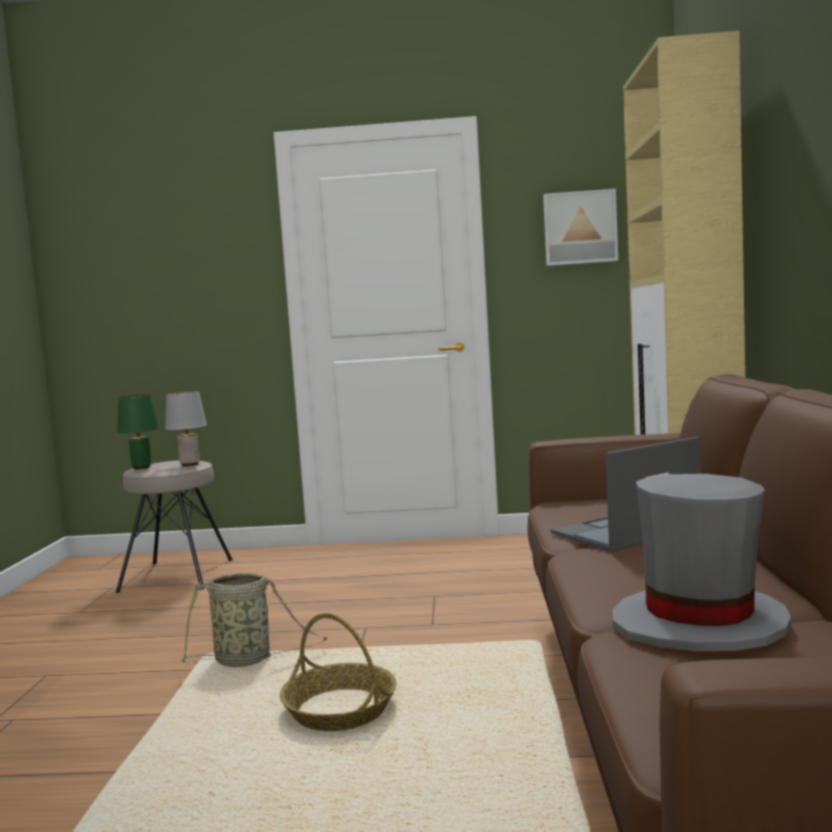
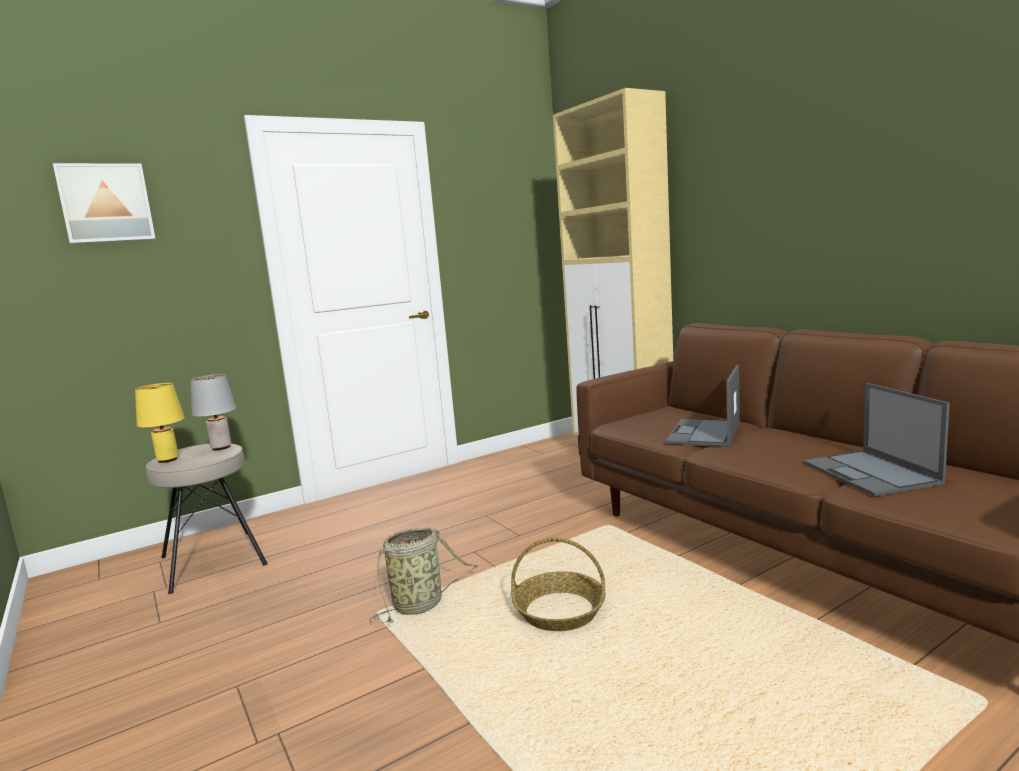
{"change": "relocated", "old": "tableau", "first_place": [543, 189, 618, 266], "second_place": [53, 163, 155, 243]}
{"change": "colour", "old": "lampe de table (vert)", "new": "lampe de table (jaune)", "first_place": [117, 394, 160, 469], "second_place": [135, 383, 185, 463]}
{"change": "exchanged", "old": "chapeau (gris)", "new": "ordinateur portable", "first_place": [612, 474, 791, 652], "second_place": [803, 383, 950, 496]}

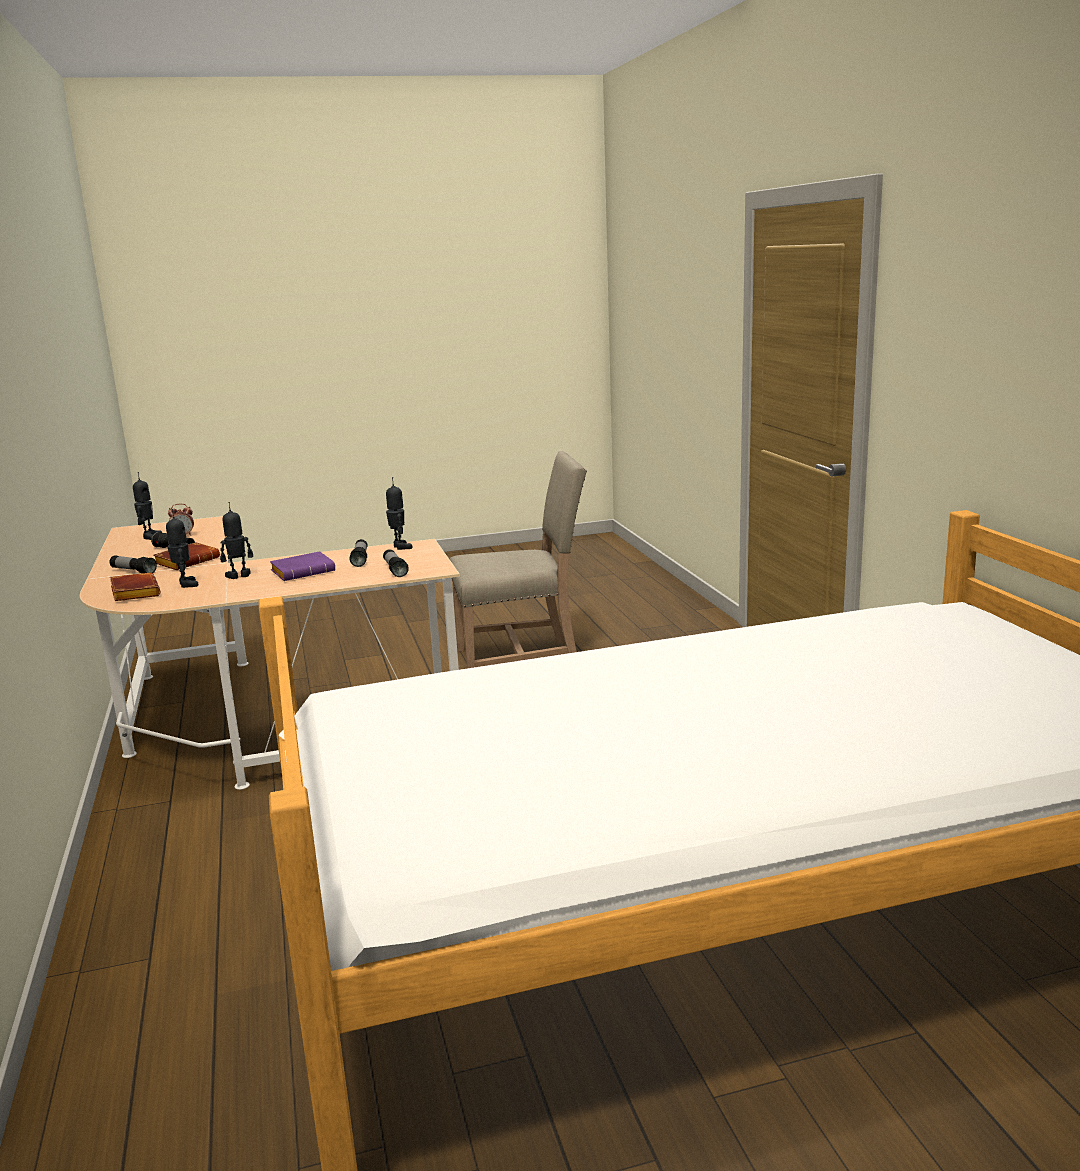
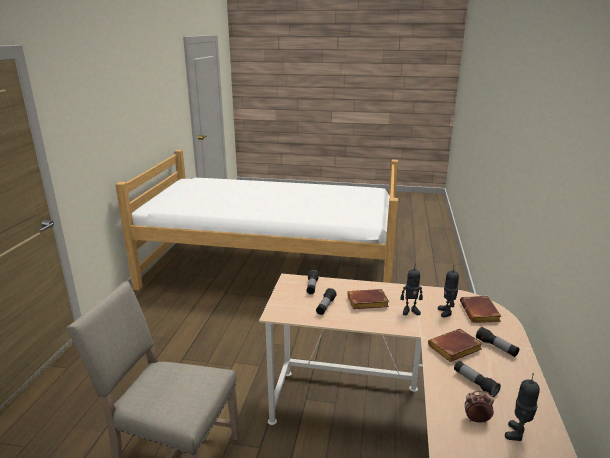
{"change": "colour", "old": "livre (violet)", "new": "livre (marron)", "first_place": [270, 551, 335, 581], "second_place": [347, 289, 389, 309]}
{"change": "missing", "old": "robot jouet", "first_place": [386, 477, 412, 550]}

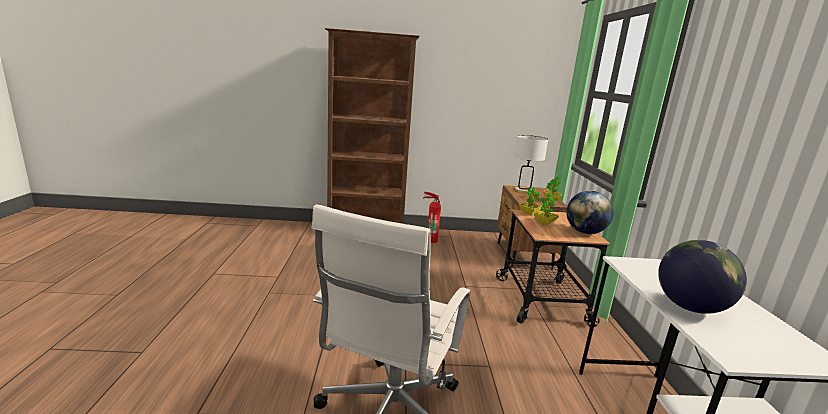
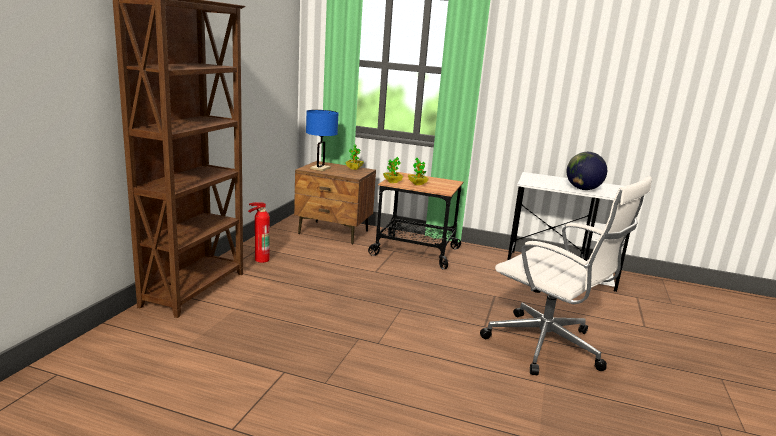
{"change": "colour", "old": "lampe de table (blanc)", "new": "lampe de table (bleu)", "first_place": [514, 135, 548, 193], "second_place": [306, 110, 338, 171]}
{"change": "missing", "old": "globe", "first_place": [566, 191, 614, 234]}

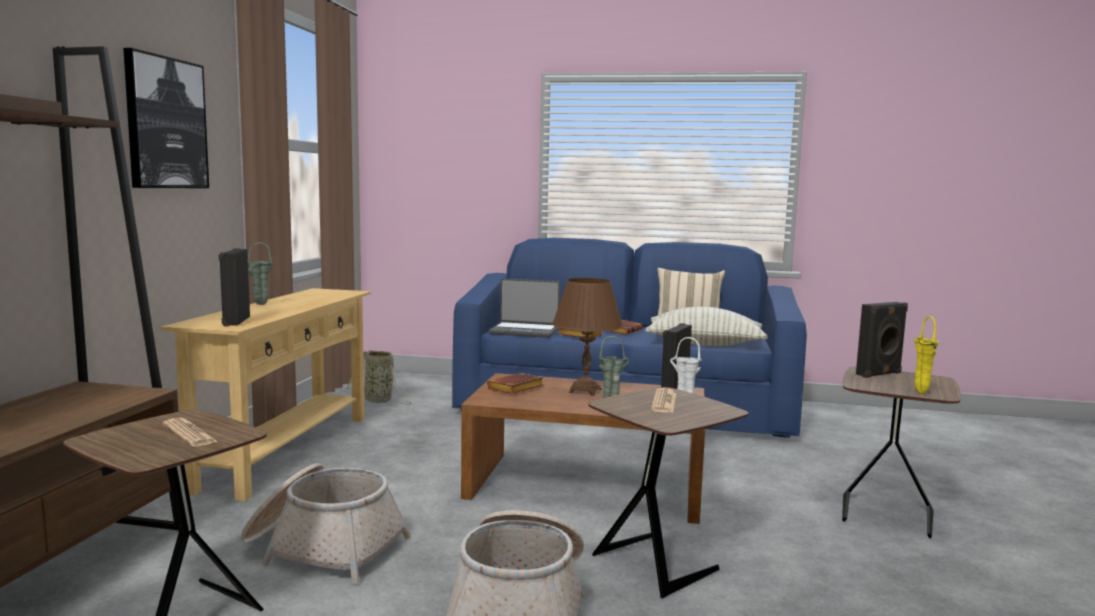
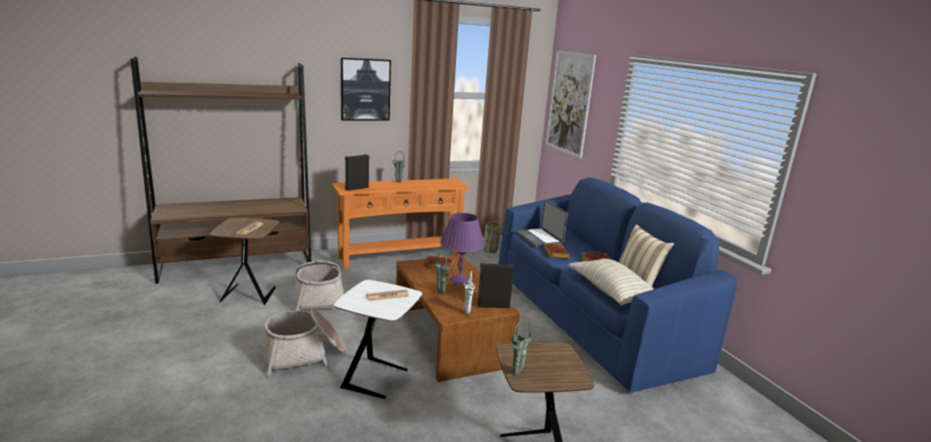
{"change": "colour", "old": "table console (beige)", "new": "table console (orange)", "first_place": [160, 288, 371, 501], "second_place": [332, 178, 470, 269]}
{"change": "colour", "old": "table d'appoint (marron)", "new": "table d'appoint (blanc)", "first_place": [588, 387, 748, 598], "second_place": [334, 280, 422, 399]}
{"change": "colour", "old": "lampe de table (marron)", "new": "lampe de table (violet)", "first_place": [552, 278, 623, 396], "second_place": [440, 213, 485, 286]}
{"change": "colour", "old": "vase (jaune)", "new": "vase (vert)", "first_place": [914, 316, 939, 394], "second_place": [511, 320, 534, 375]}
{"change": "appeared", "new": "tableau", "second_place": [546, 50, 596, 159]}
{"change": "missing", "old": "enceinte (noir)", "first_place": [856, 302, 908, 378]}

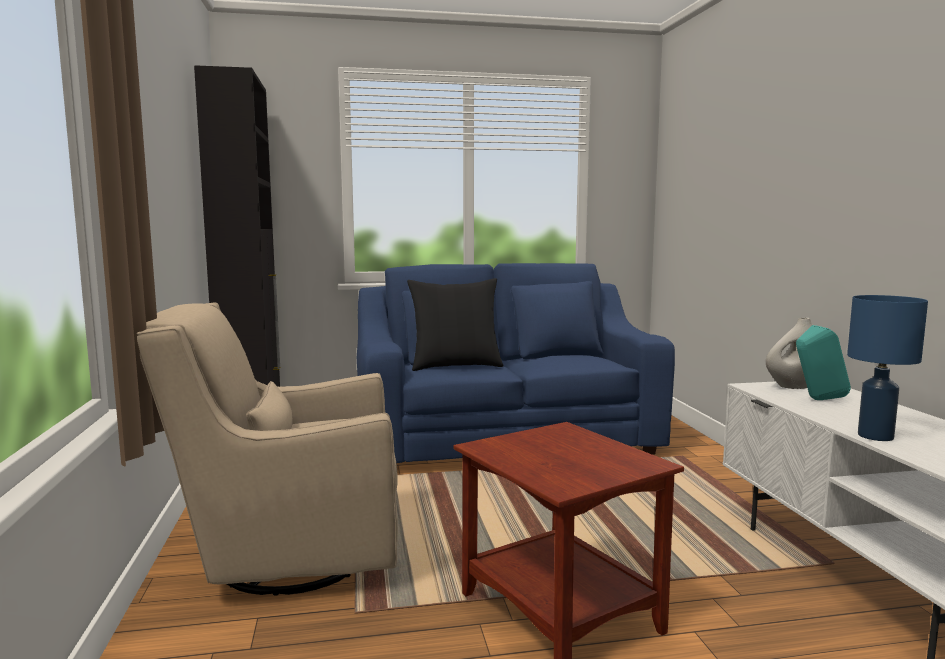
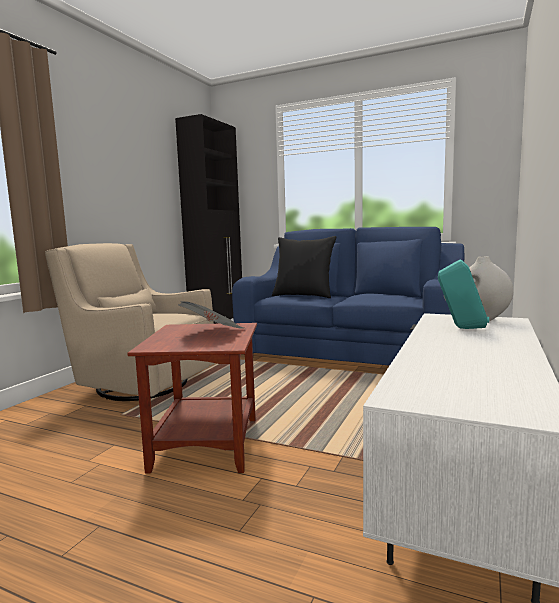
{"change": "appeared", "new": "journal", "second_place": [178, 301, 244, 329]}
{"change": "missing", "old": "lampe de table (bleu)", "first_place": [847, 295, 928, 441]}

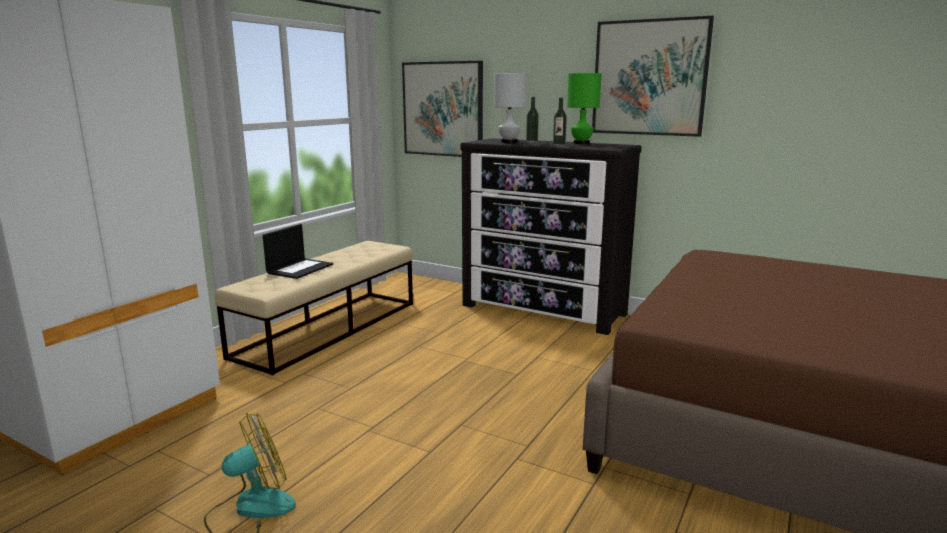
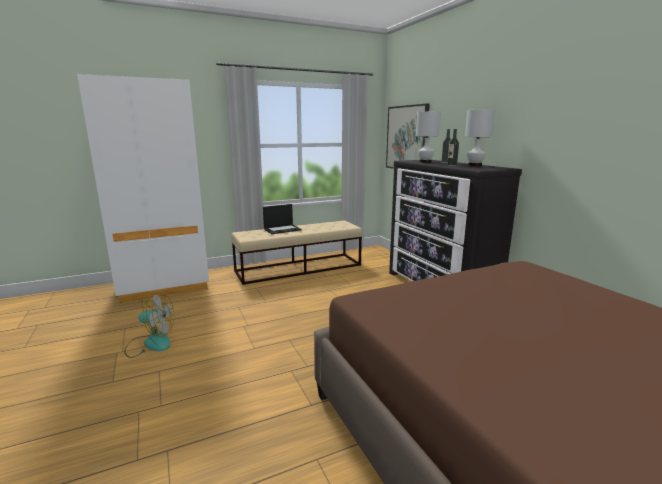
{"change": "colour", "old": "lampe de table (vert)", "new": "lampe de table (blanc)", "first_place": [567, 73, 602, 144], "second_place": [465, 109, 495, 166]}
{"change": "missing", "old": "tableau", "first_place": [592, 16, 714, 137]}

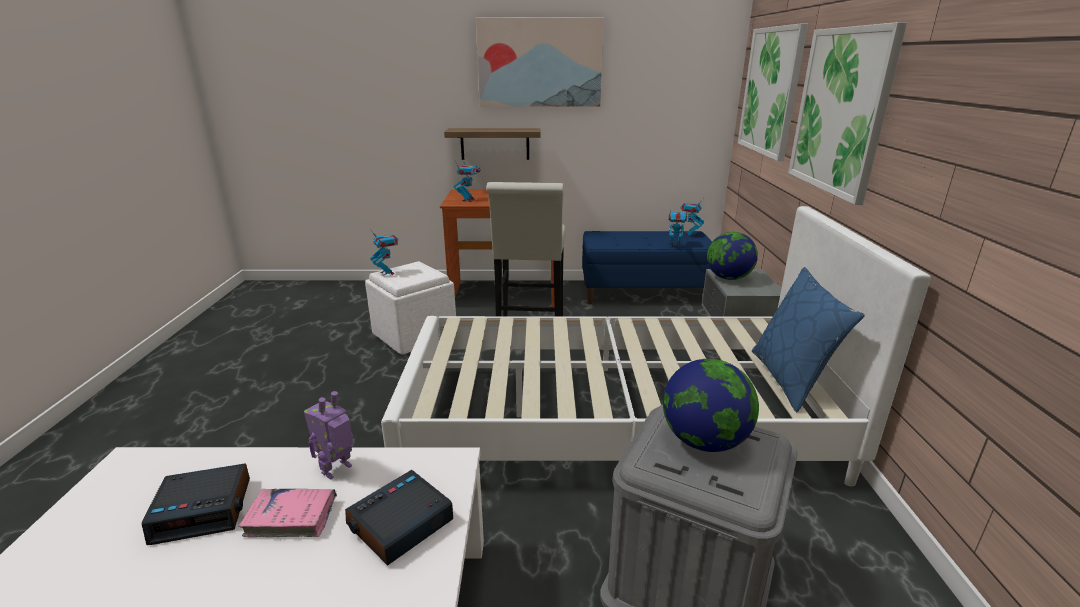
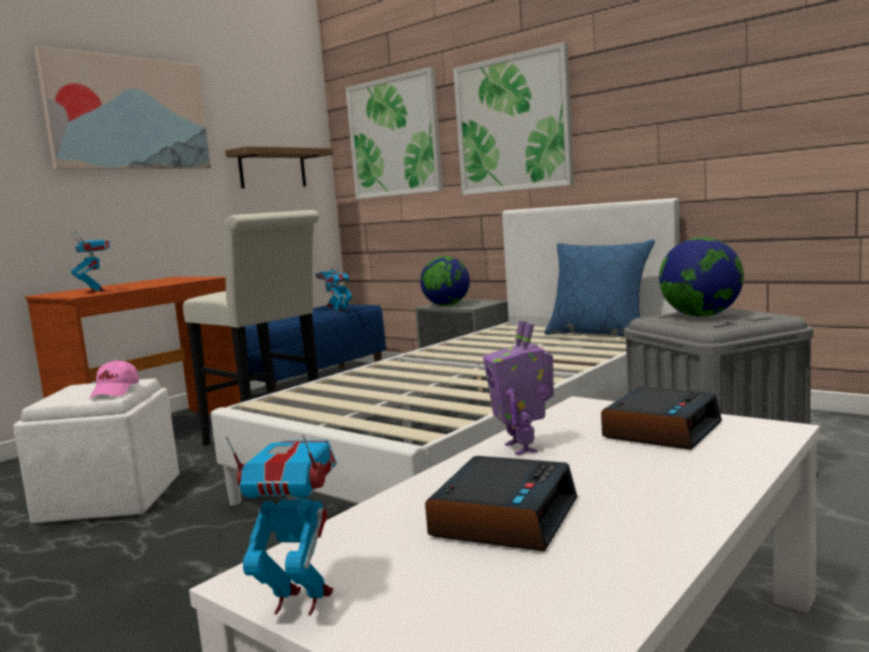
{"change": "appeared", "new": "casquette (rose)", "second_place": [90, 360, 139, 398]}
{"change": "relocated", "old": "étagère", "first_place": [444, 128, 541, 160], "second_place": [225, 146, 333, 189]}
{"change": "relocated", "old": "robot jouet", "first_place": [370, 229, 398, 275], "second_place": [225, 435, 337, 616]}
{"change": "spun", "old": "réveil", "first_place": [345, 470, 453, 566], "second_place": [601, 387, 722, 450], "degrees": -135}
{"change": "missing", "old": "livre (rose)", "first_place": [238, 489, 337, 537]}

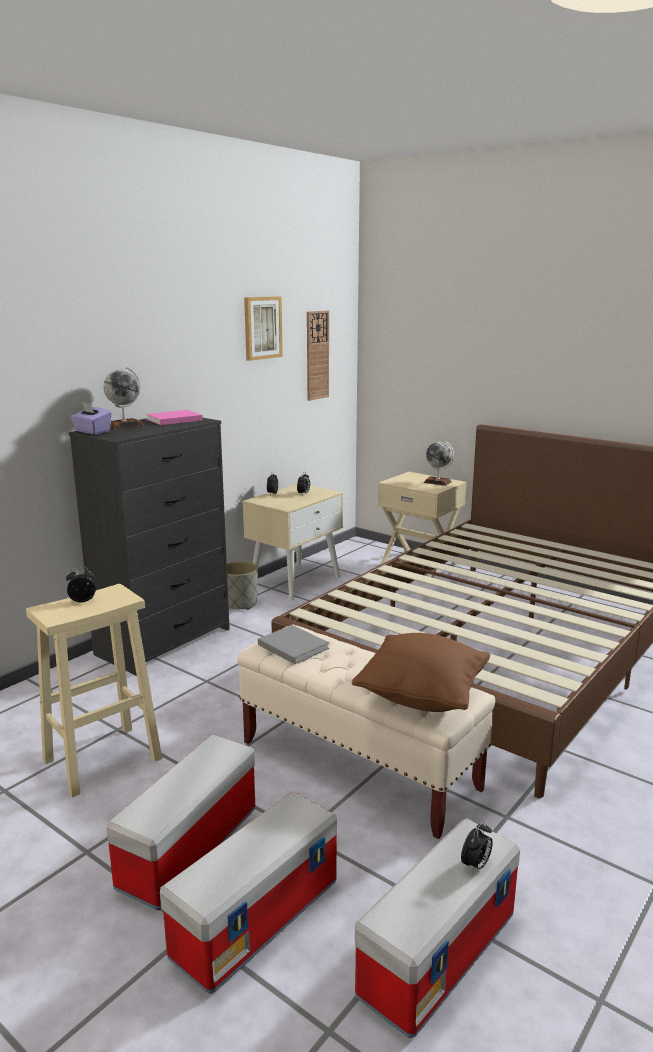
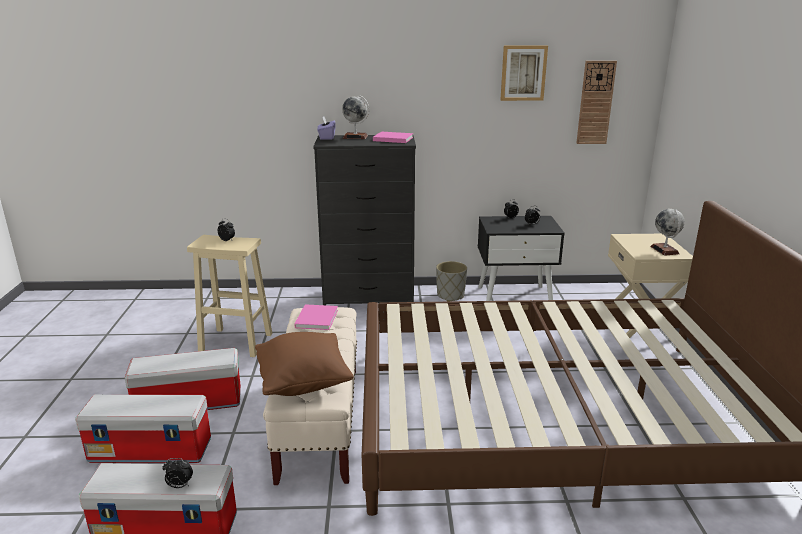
{"change": "colour", "old": "livre (gris)", "new": "livre (rose)", "first_place": [258, 625, 329, 664], "second_place": [294, 304, 338, 330]}
{"change": "colour", "old": "table de chevet (beige)", "new": "table de chevet (noir)", "first_place": [243, 484, 343, 601], "second_place": [478, 216, 565, 301]}

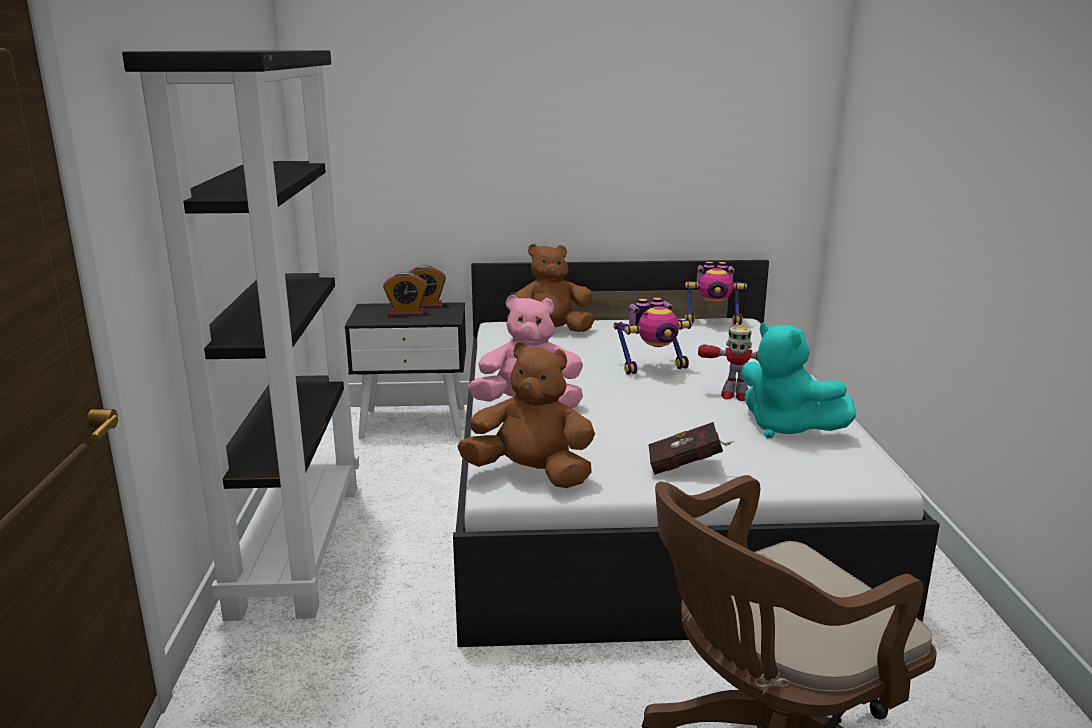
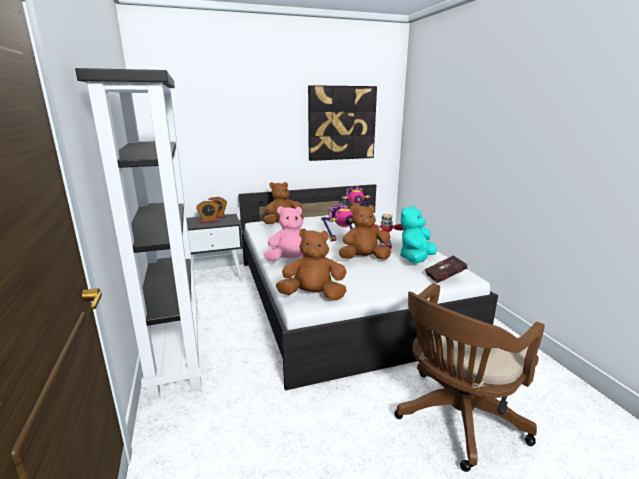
{"change": "appeared", "new": "tableau", "second_place": [308, 85, 377, 161]}
{"change": "appeared", "new": "peluche (marron)", "second_place": [339, 204, 391, 260]}
{"change": "spun", "old": "peluche (turquoise)", "first_place": [741, 322, 856, 438], "second_place": [400, 205, 437, 263], "degrees": 90}
{"change": "relocated", "old": "livre (rouge)", "first_place": [648, 422, 734, 475], "second_place": [425, 255, 469, 283]}

